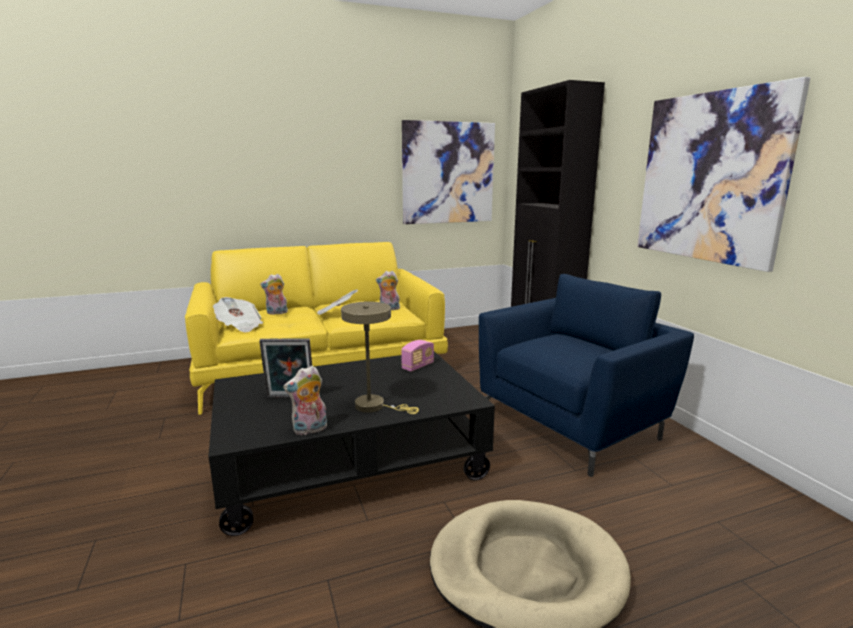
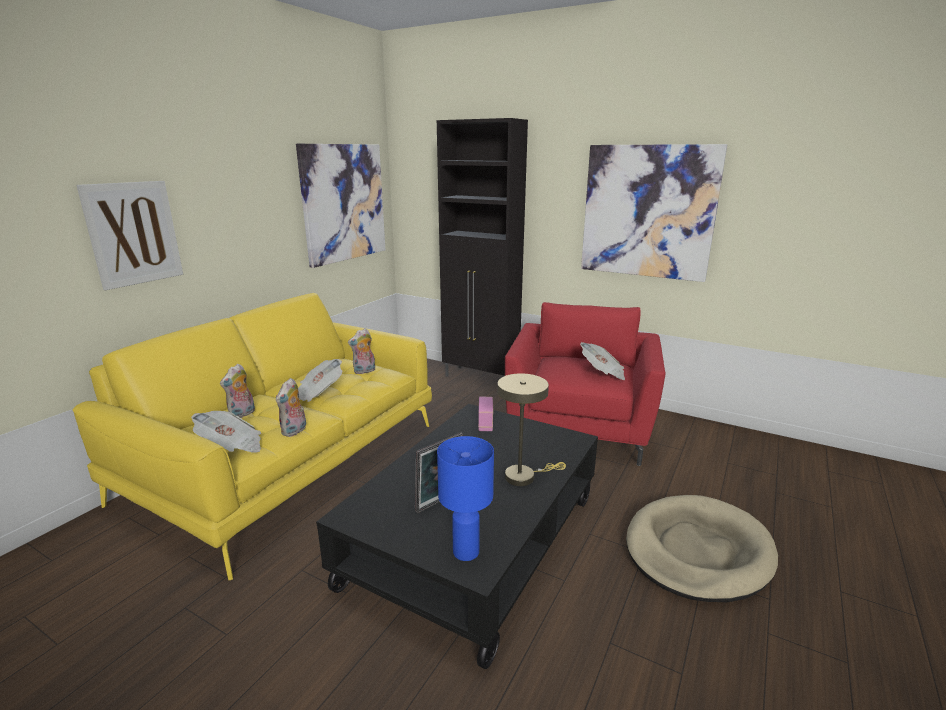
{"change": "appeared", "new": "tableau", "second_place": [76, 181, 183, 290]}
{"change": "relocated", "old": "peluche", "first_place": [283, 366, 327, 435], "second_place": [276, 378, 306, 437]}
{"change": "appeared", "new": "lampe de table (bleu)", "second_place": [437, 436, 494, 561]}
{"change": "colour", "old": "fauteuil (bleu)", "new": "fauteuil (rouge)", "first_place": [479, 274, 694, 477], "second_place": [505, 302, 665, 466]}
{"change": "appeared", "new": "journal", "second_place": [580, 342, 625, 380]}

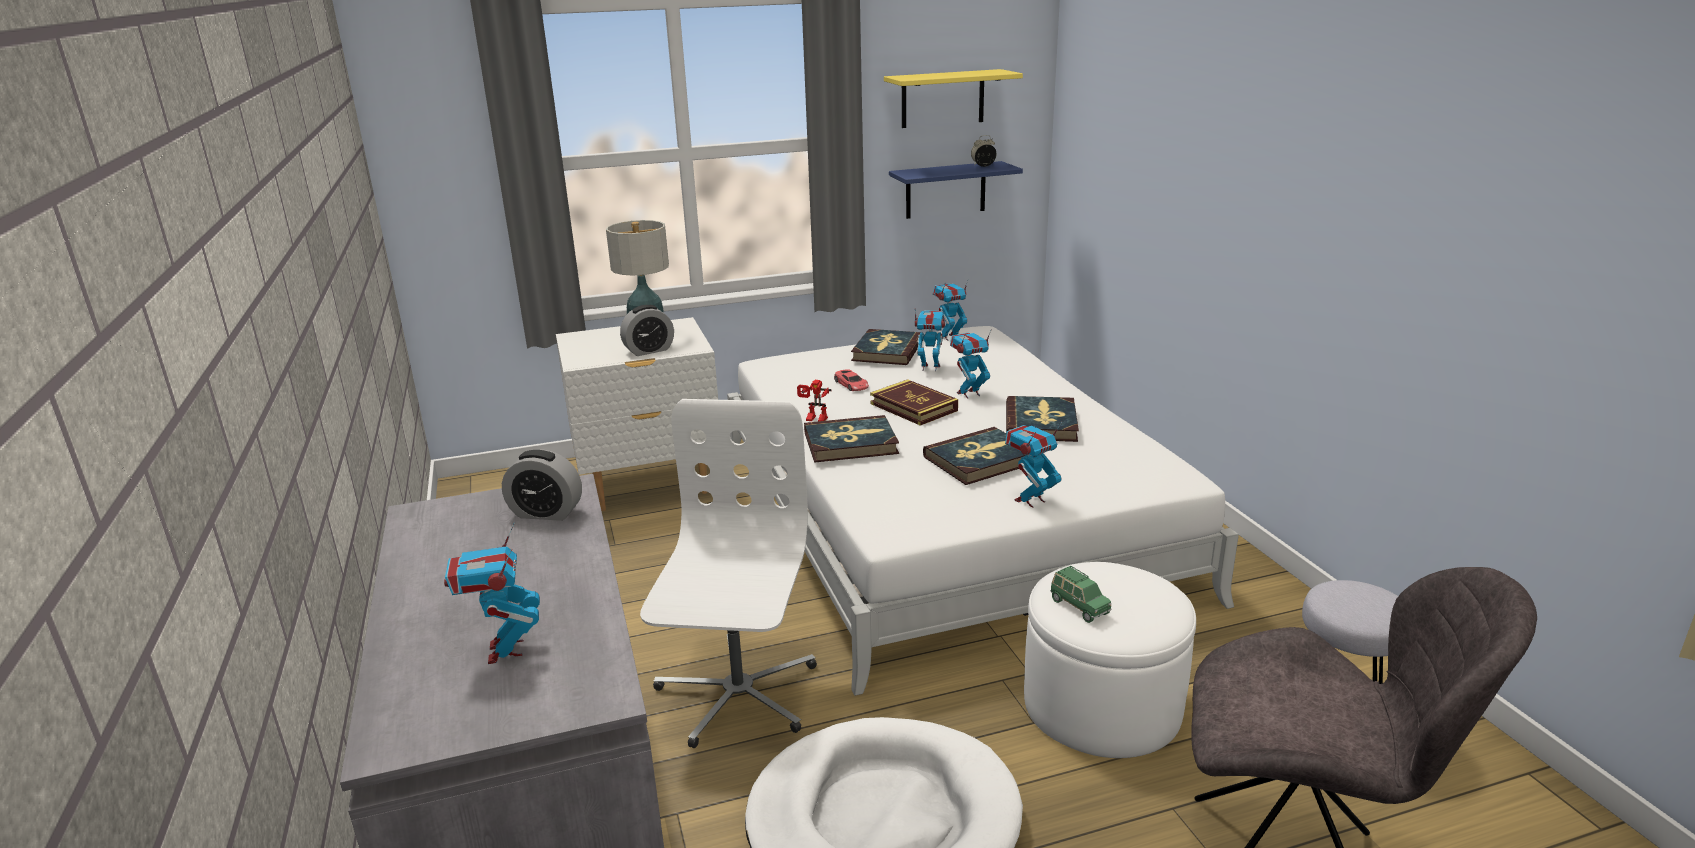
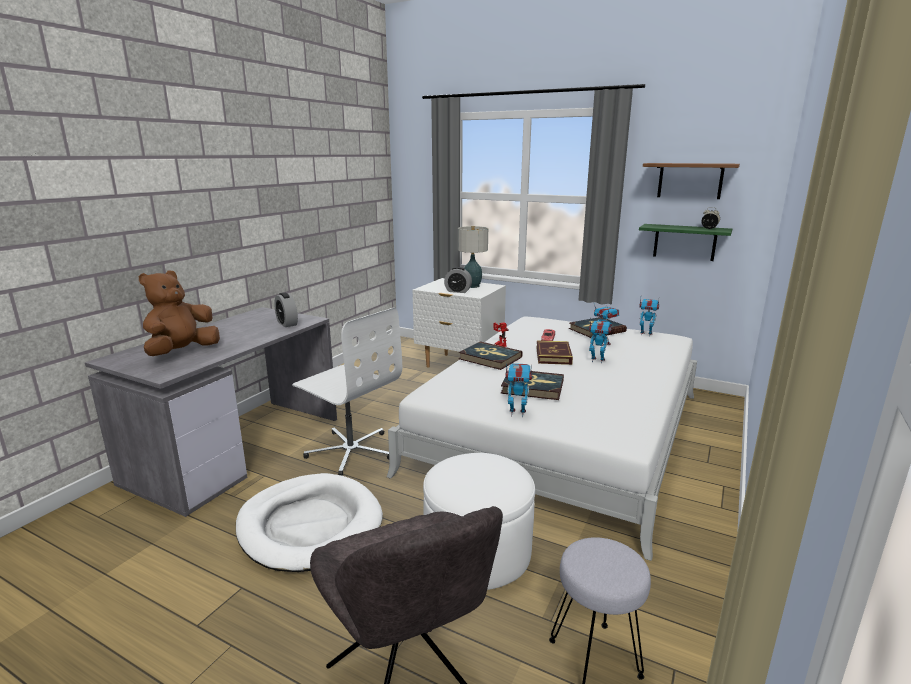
{"change": "exchanged", "old": "robot jouet", "new": "peluche (marron)", "first_place": [444, 522, 540, 664], "second_place": [139, 271, 220, 356]}
{"change": "spun", "old": "chaise de bureau (blanc)", "first_place": [640, 399, 817, 748], "second_place": [292, 307, 402, 476], "degrees": 75}
{"change": "colour", "old": "étagère (bleu)", "new": "étagère (vert)", "first_place": [889, 161, 1023, 219], "second_place": [639, 224, 732, 261]}
{"change": "colour", "old": "étagère (jaune)", "new": "étagère (marron)", "first_place": [884, 69, 1023, 128], "second_place": [643, 163, 740, 199]}
{"change": "missing", "old": "livre", "first_place": [1006, 396, 1079, 442]}
{"change": "missing", "old": "petite voiture (vert)", "first_place": [1050, 566, 1111, 623]}

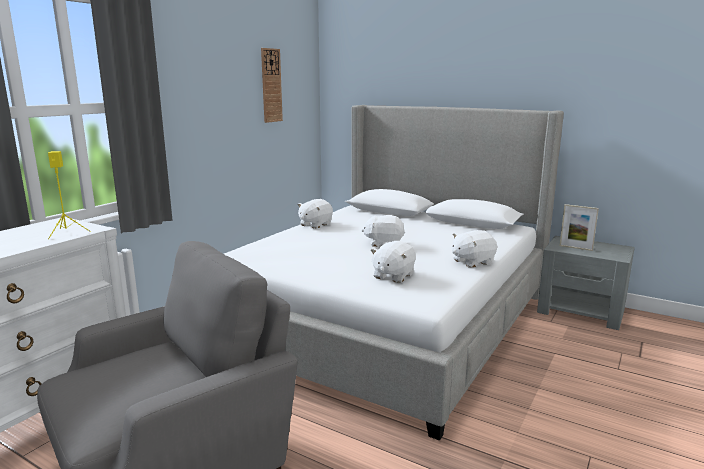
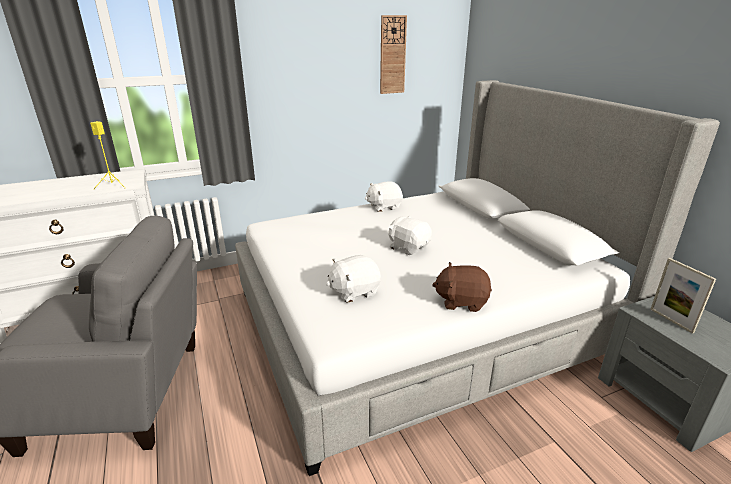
{"change": "colour", "old": "peluche (blanc)", "new": "peluche (marron)", "first_place": [452, 230, 497, 268], "second_place": [432, 262, 492, 312]}

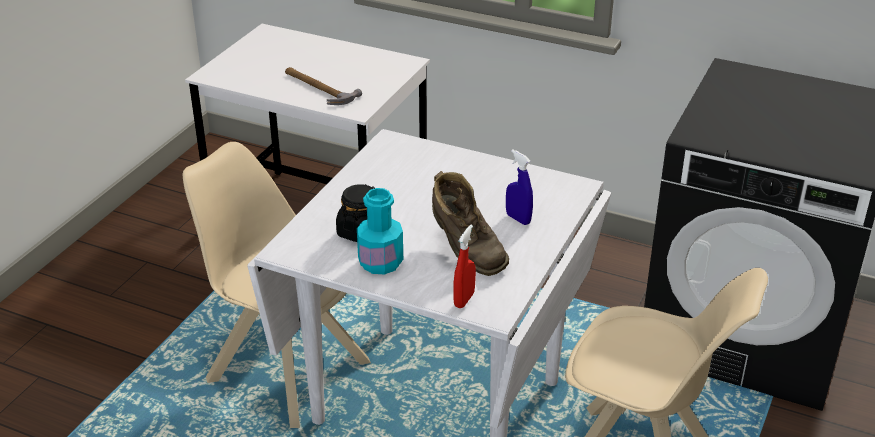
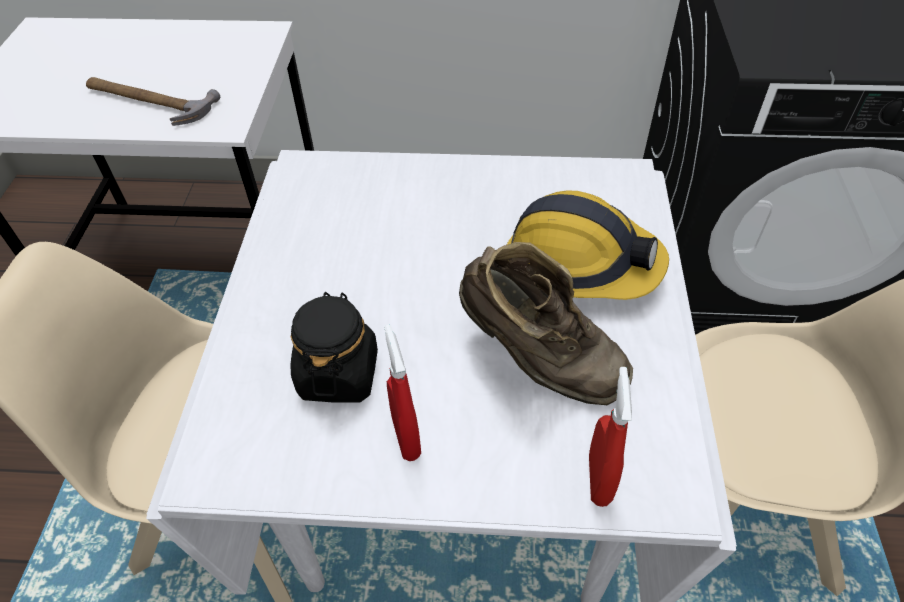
{"change": "exchanged", "old": "bouteille (turquoise)", "new": "vaporisateur (rouge)", "first_place": [357, 188, 403, 274], "second_place": [384, 324, 421, 461]}
{"change": "exchanged", "old": "vaporisateur (bleu)", "new": "casque de chantier", "first_place": [506, 149, 533, 225], "second_place": [507, 190, 669, 300]}

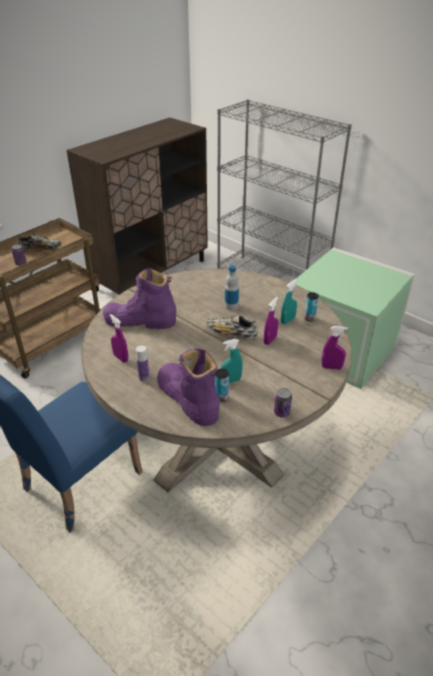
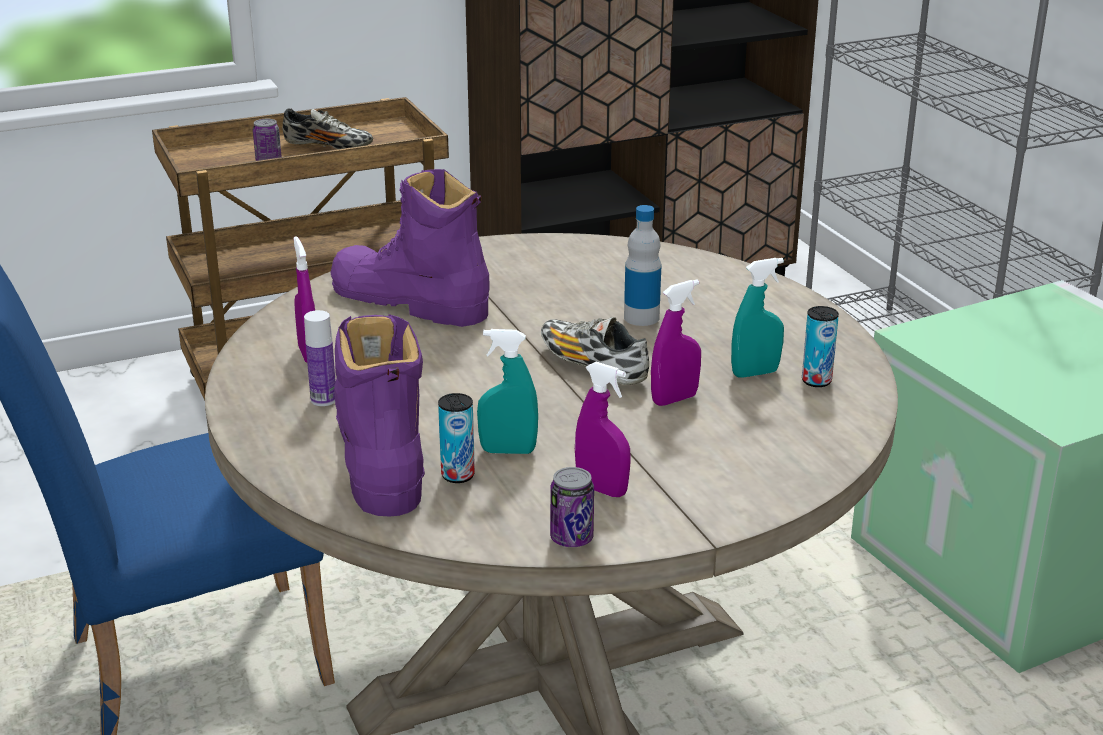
{"change": "relocated", "old": "vaporisateur (violet)", "first_place": [321, 326, 348, 370], "second_place": [575, 362, 630, 497]}

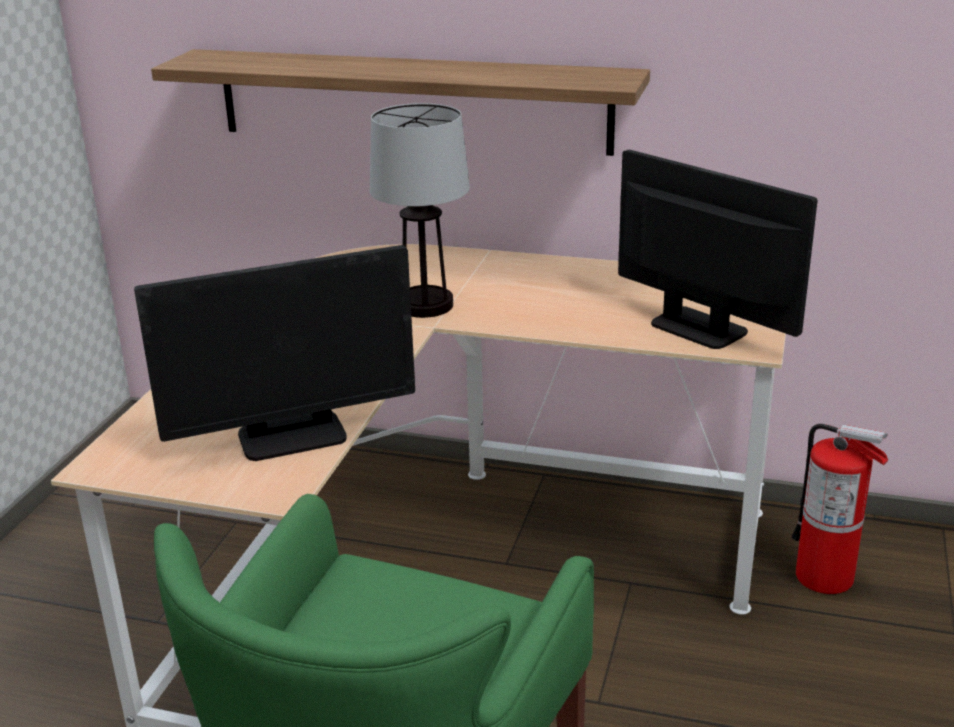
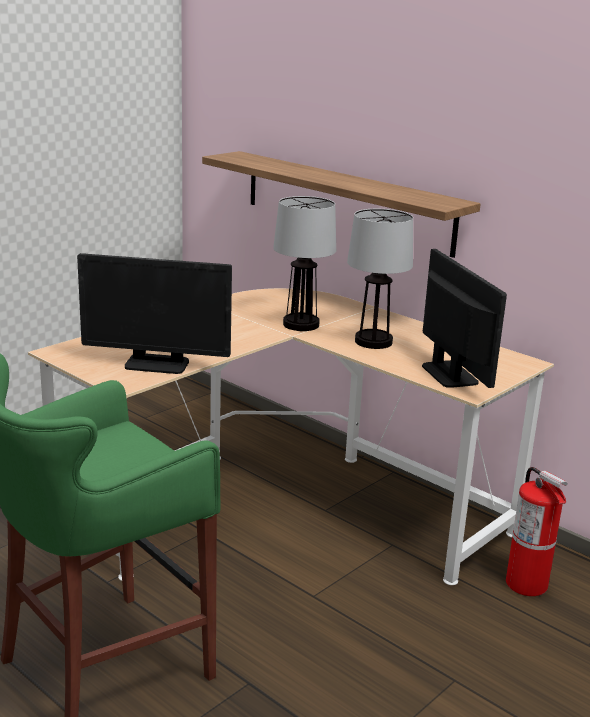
{"change": "appeared", "new": "lampe de table", "second_place": [347, 209, 413, 349]}

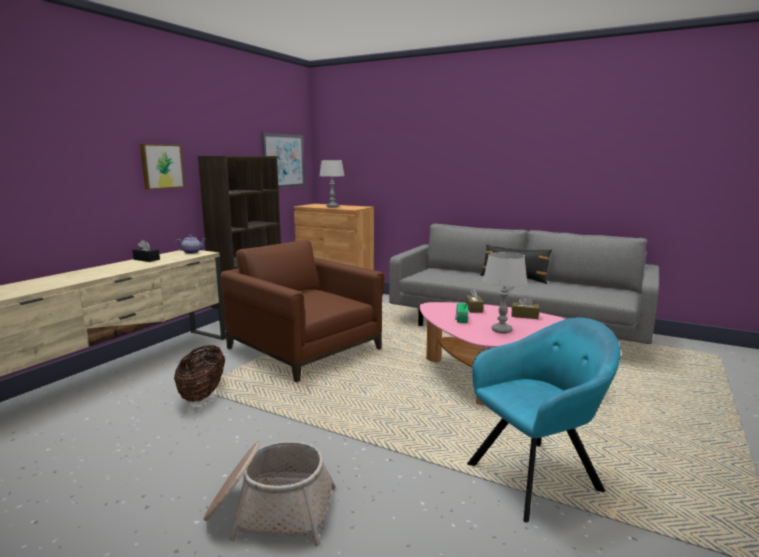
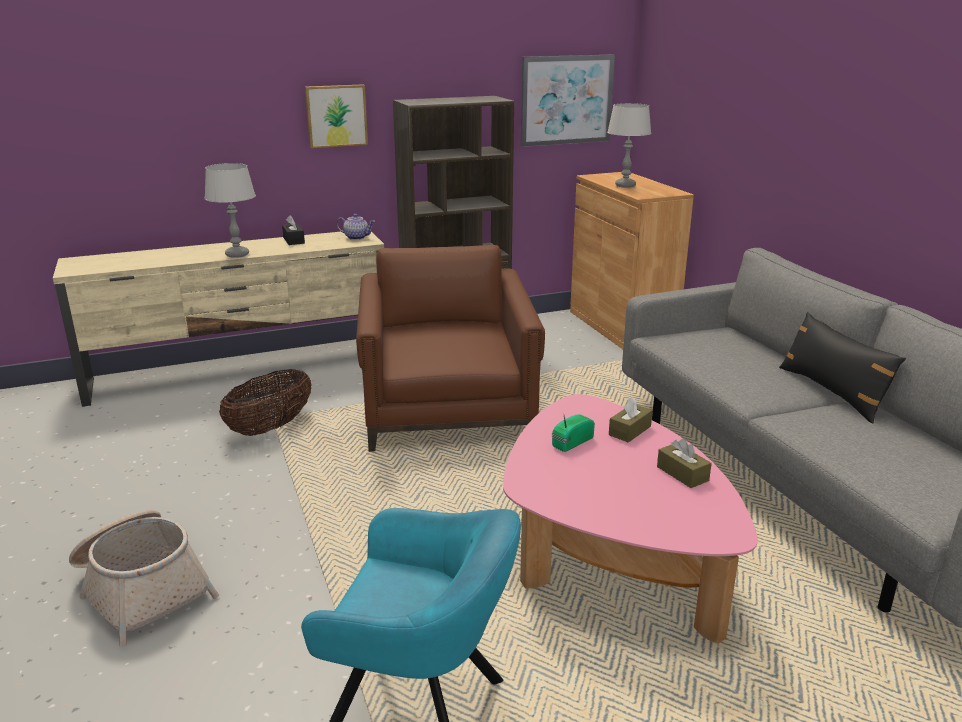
{"change": "relocated", "old": "lampe de table (gris)", "first_place": [483, 252, 527, 334], "second_place": [204, 163, 256, 258]}

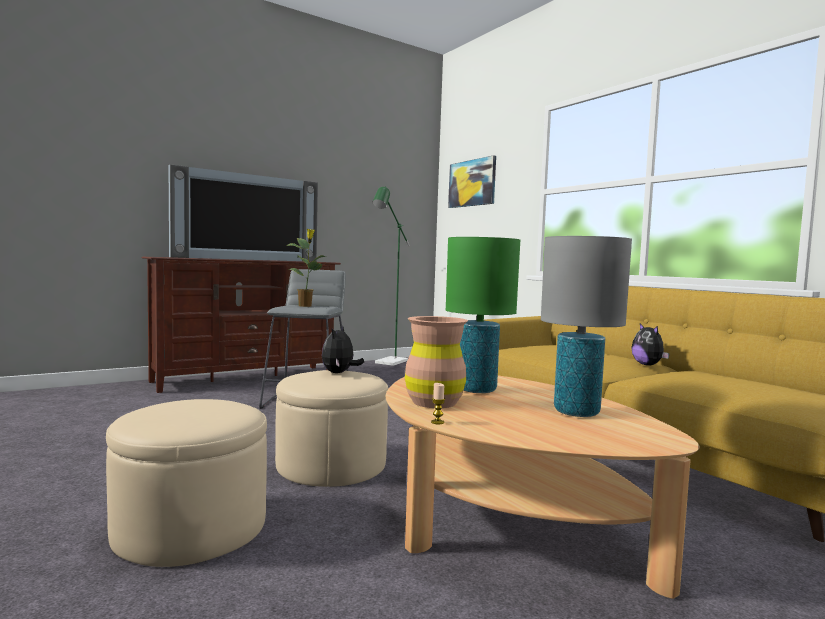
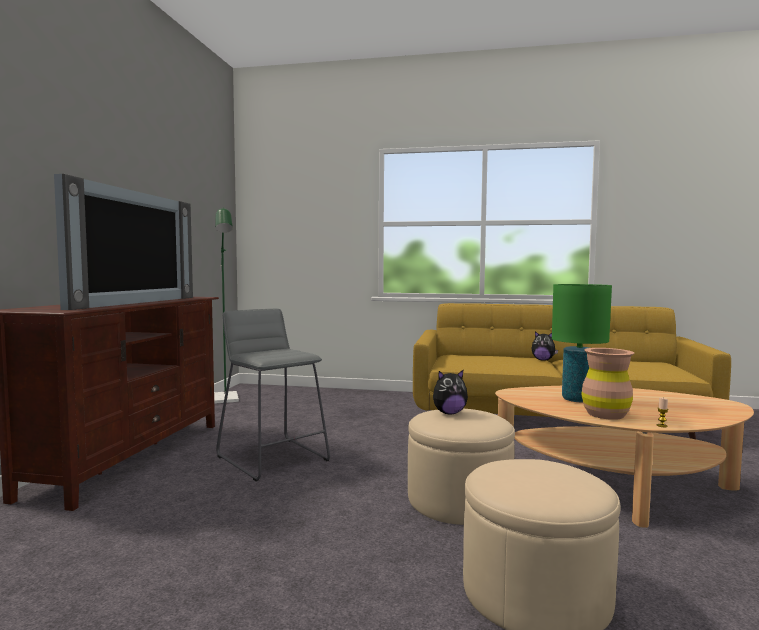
{"change": "spun", "old": "peluche", "first_place": [322, 326, 364, 373], "second_place": [433, 370, 468, 414], "degrees": -75}
{"change": "missing", "old": "plante en pot", "first_place": [286, 229, 327, 307]}
{"change": "missing", "old": "tableau", "first_place": [448, 155, 496, 208]}
{"change": "missing", "old": "lampe de table (gris)", "first_place": [541, 236, 632, 417]}

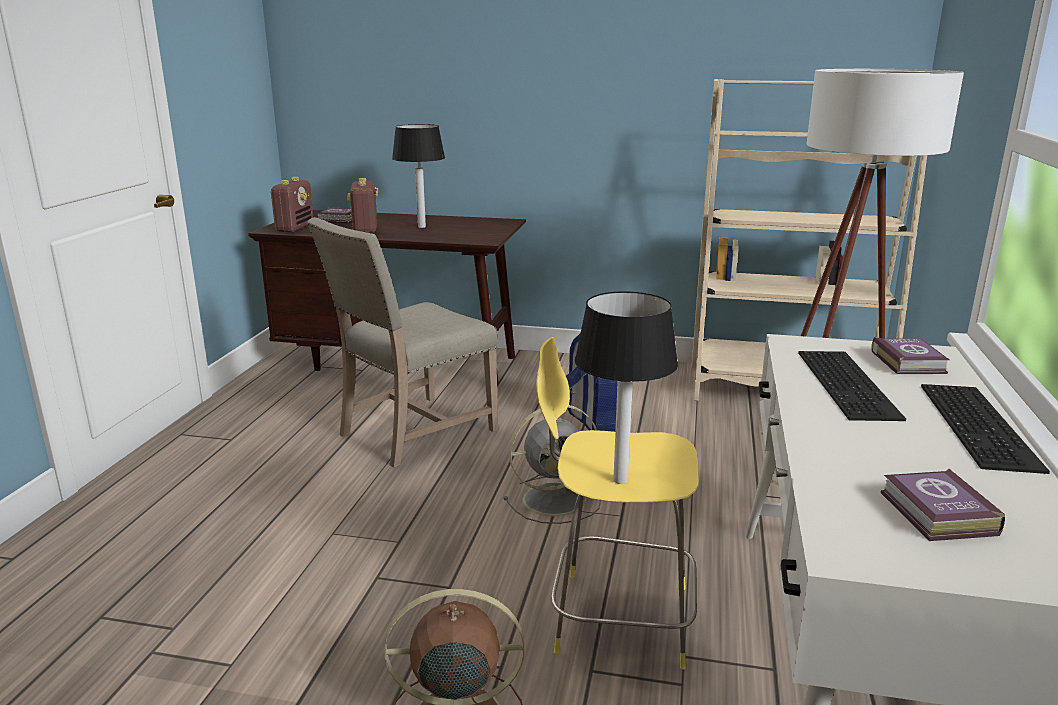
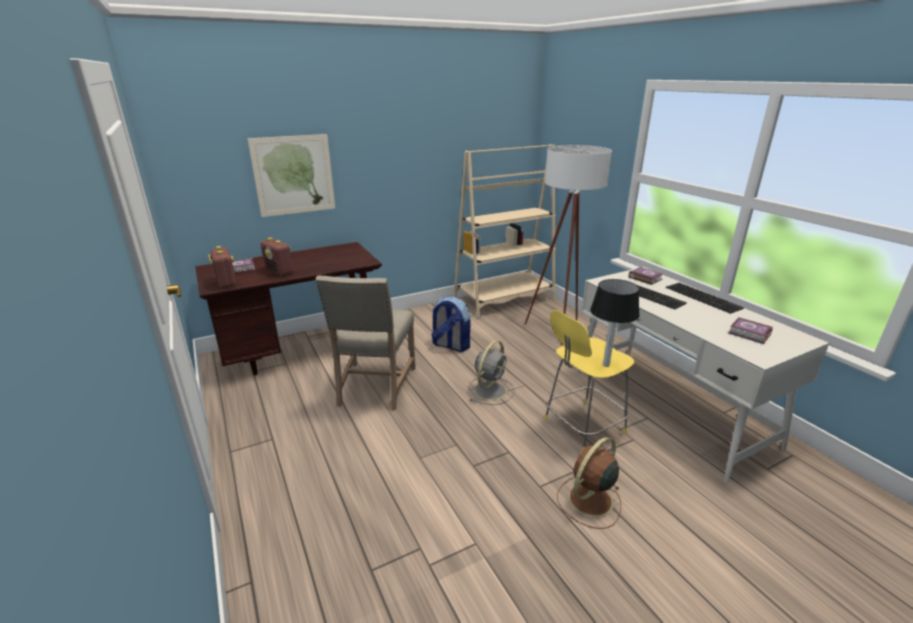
{"change": "appeared", "new": "tableau", "second_place": [248, 134, 335, 217]}
{"change": "missing", "old": "lampe de table", "first_place": [392, 124, 445, 228]}

